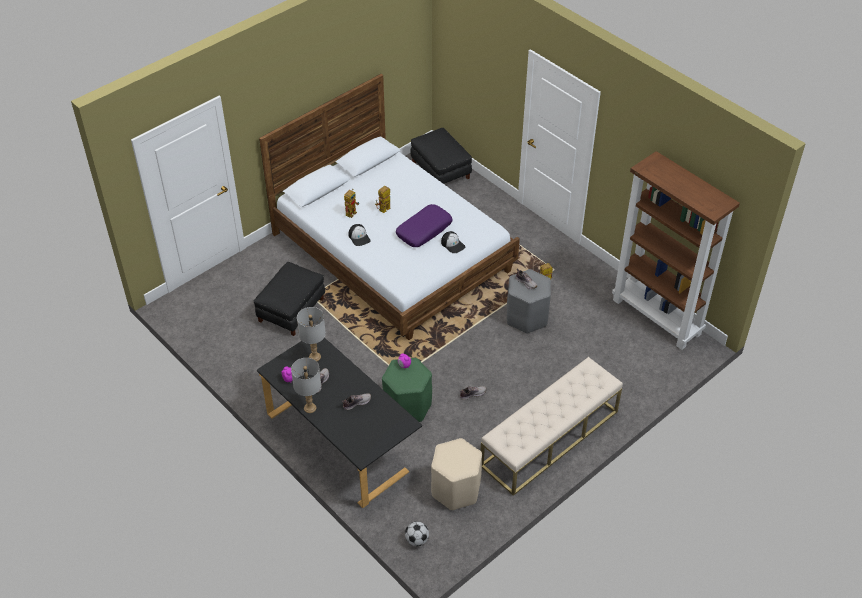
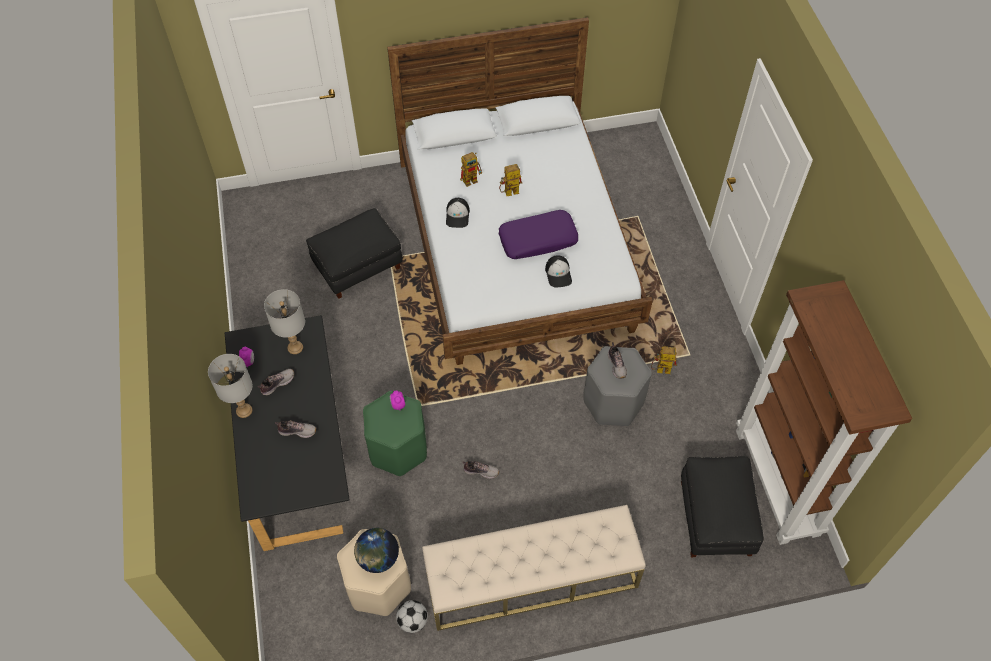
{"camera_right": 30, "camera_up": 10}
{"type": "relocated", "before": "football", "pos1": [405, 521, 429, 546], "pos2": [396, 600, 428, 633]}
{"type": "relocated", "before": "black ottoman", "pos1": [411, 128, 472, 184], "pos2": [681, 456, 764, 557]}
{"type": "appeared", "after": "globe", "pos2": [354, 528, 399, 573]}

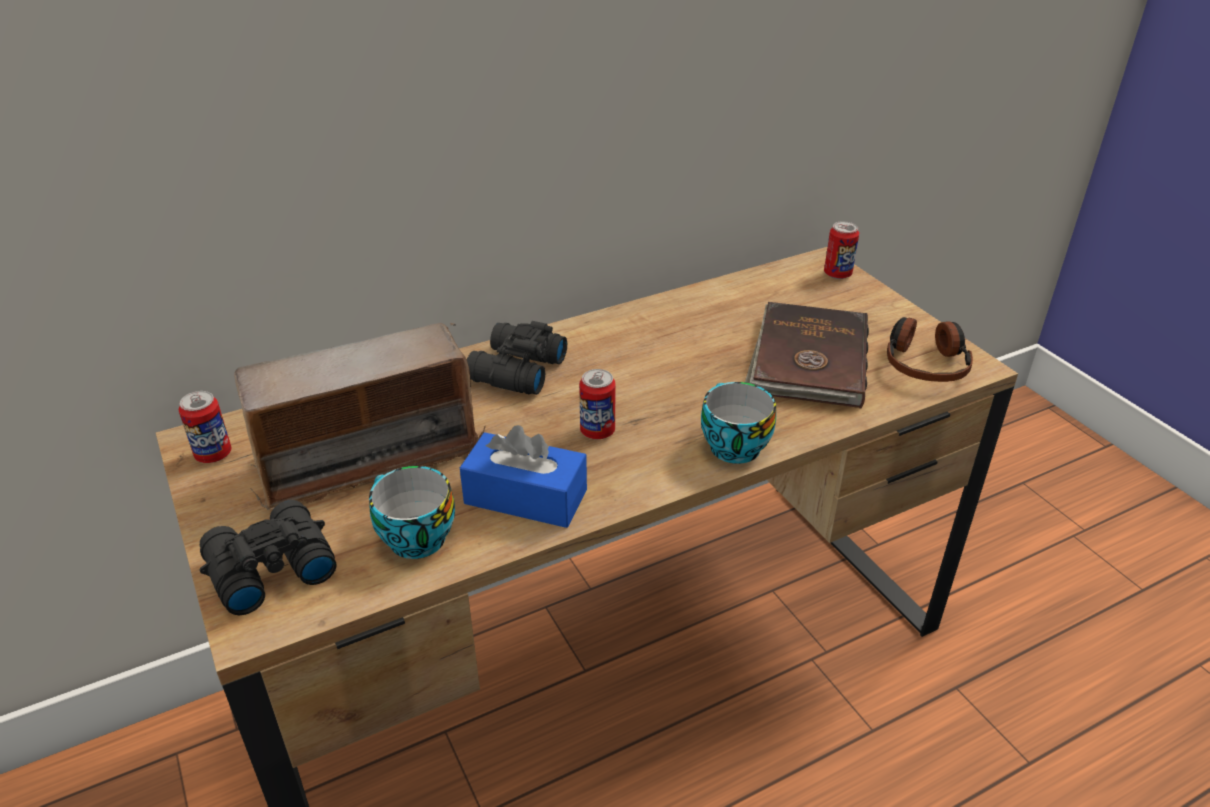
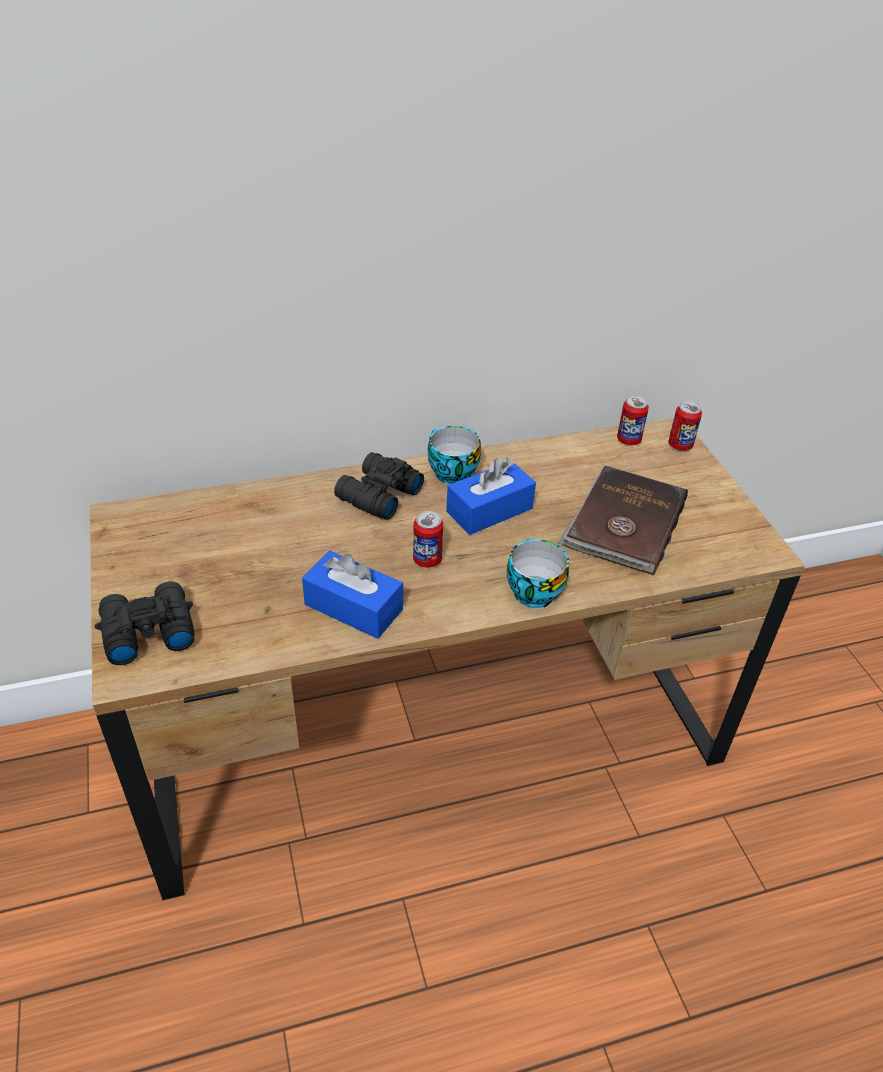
{"camera_right": 10, "camera_up": 5}
{"type": "relocated", "before": "can", "pos1": [179, 391, 231, 463], "pos2": [617, 396, 649, 445]}
{"type": "missing", "before": "radio", "pos1": [234, 323, 486, 510]}
{"type": "relocated", "before": "cup", "pos1": [369, 466, 455, 559], "pos2": [428, 426, 481, 484]}
{"type": "missing", "before": "headphones", "pos1": [887, 317, 973, 382]}
{"type": "appeared", "after": "blue tissue box", "pos2": [446, 457, 536, 535]}

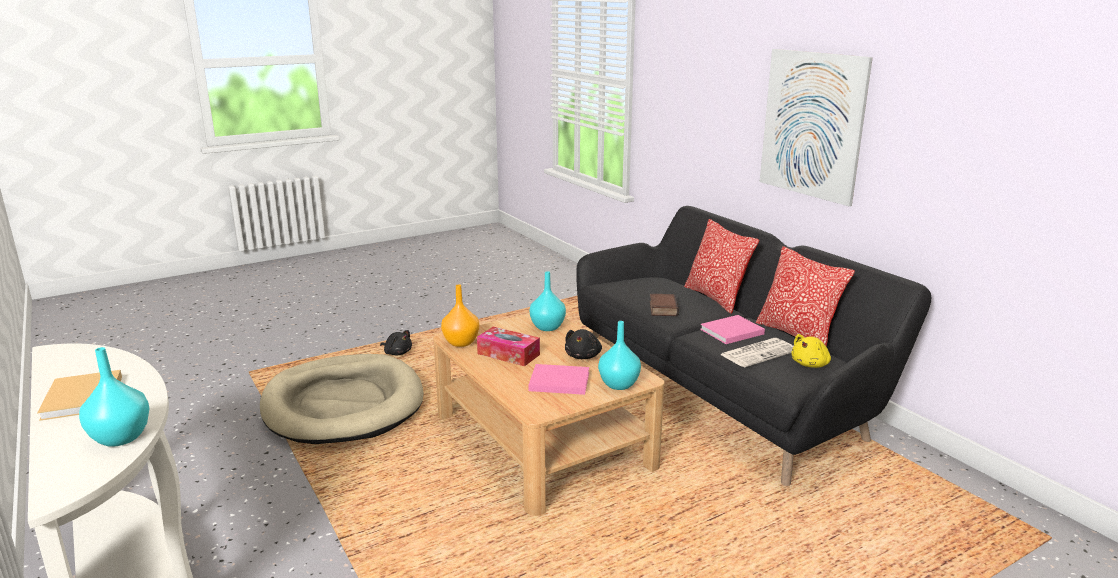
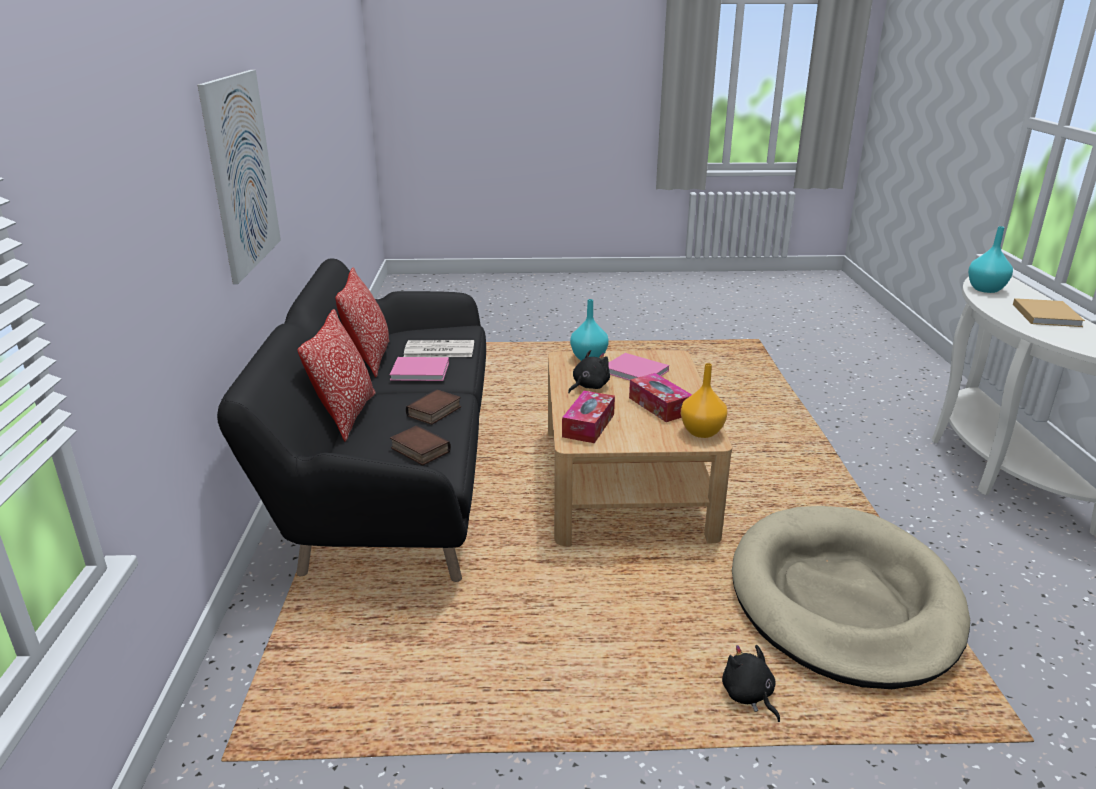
{"camera_right": -150, "camera_up": 5}
{"type": "exchanged", "before": "turquoise vase", "after": "tissue box", "pos1": [530, 271, 566, 331], "pos2": [562, 391, 615, 443]}
{"type": "missing", "before": "yellow plush toy", "pos1": [791, 334, 831, 368]}
{"type": "appeared", "after": "book", "pos2": [390, 425, 451, 465]}

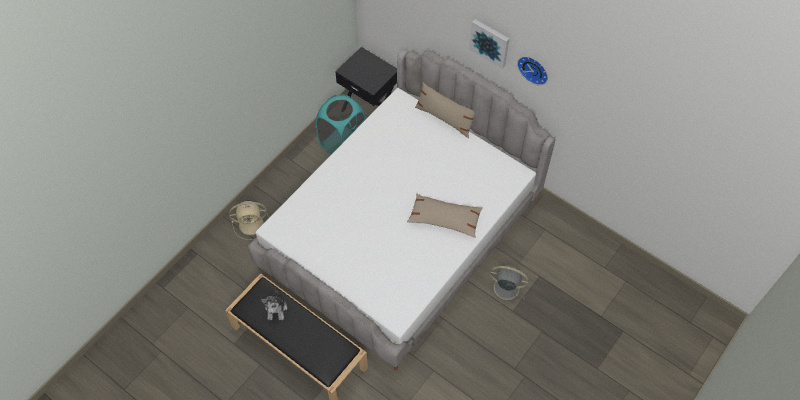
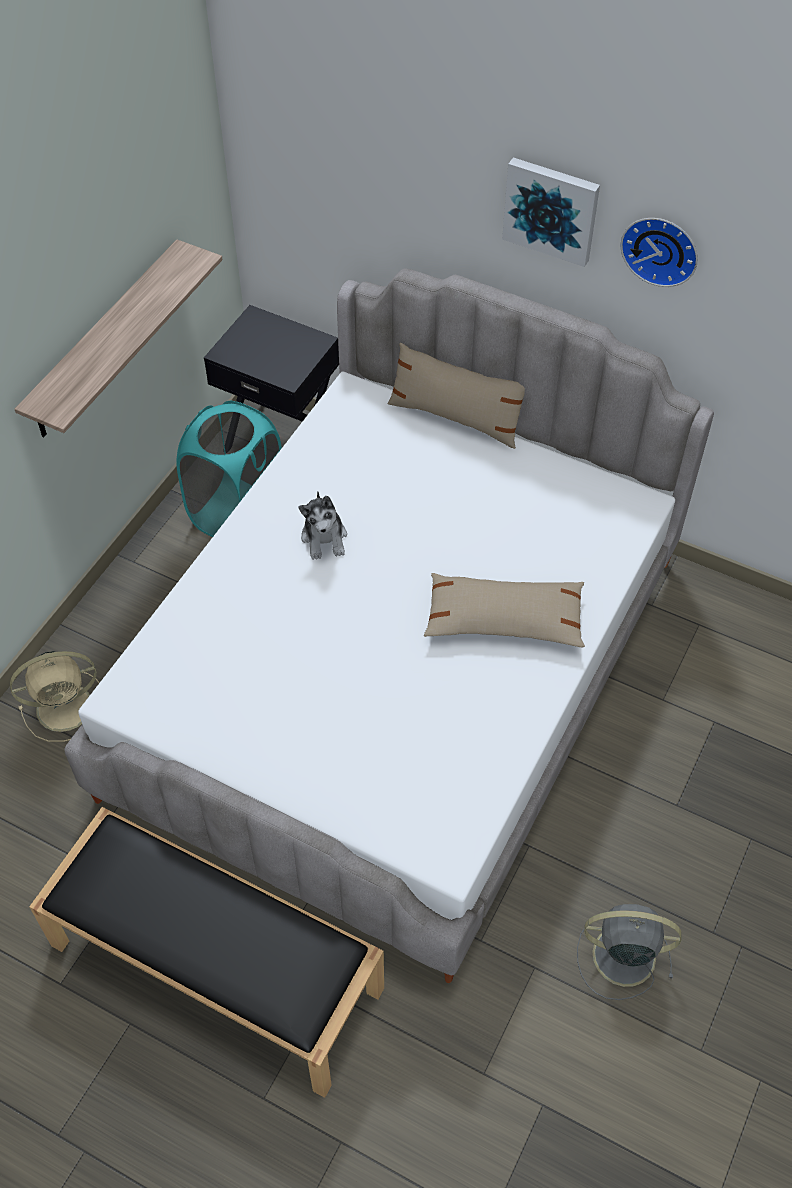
{"camera_right": -10, "camera_up": -5}
{"type": "relocated", "before": "plush toy", "pos1": [261, 287, 287, 320], "pos2": [298, 491, 347, 560]}
{"type": "relocated", "before": "grey fan", "pos1": [487, 265, 529, 304], "pos2": [577, 904, 681, 1000]}
{"type": "appeared", "after": "shelf", "pos2": [15, 240, 223, 437]}

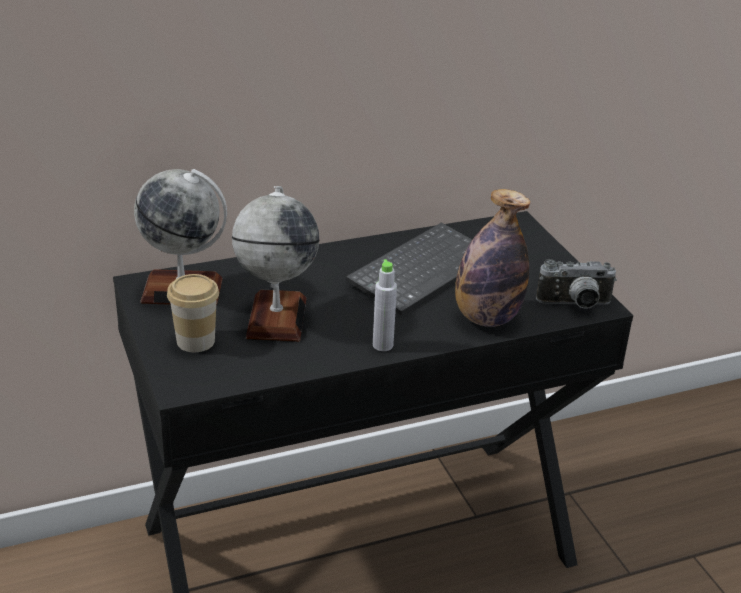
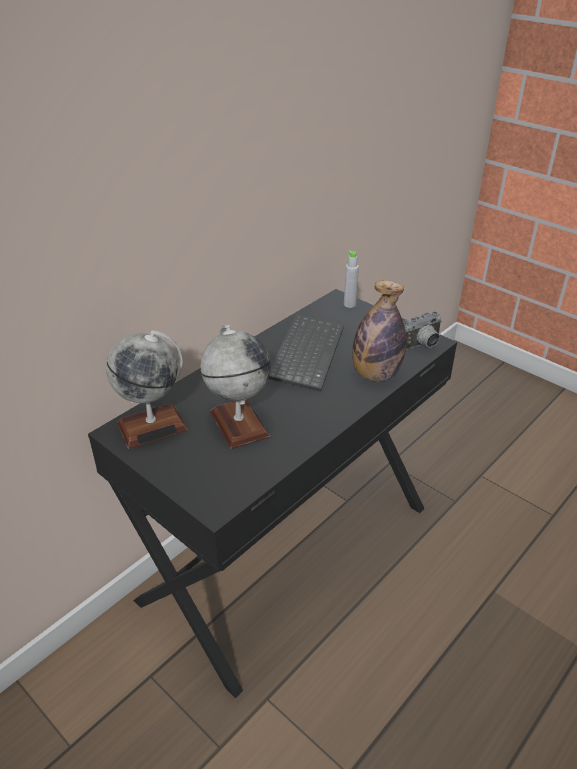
{"camera_right": -25, "camera_up": 5}
{"type": "missing", "before": "cup", "pos1": [167, 274, 219, 352]}
{"type": "relocated", "before": "grey bottle", "pos1": [373, 259, 397, 351], "pos2": [344, 250, 359, 308]}

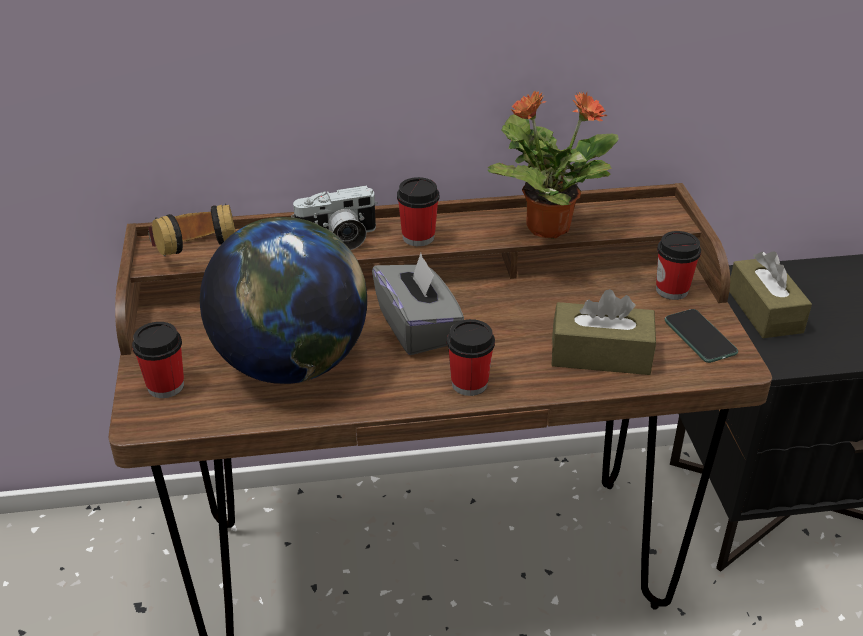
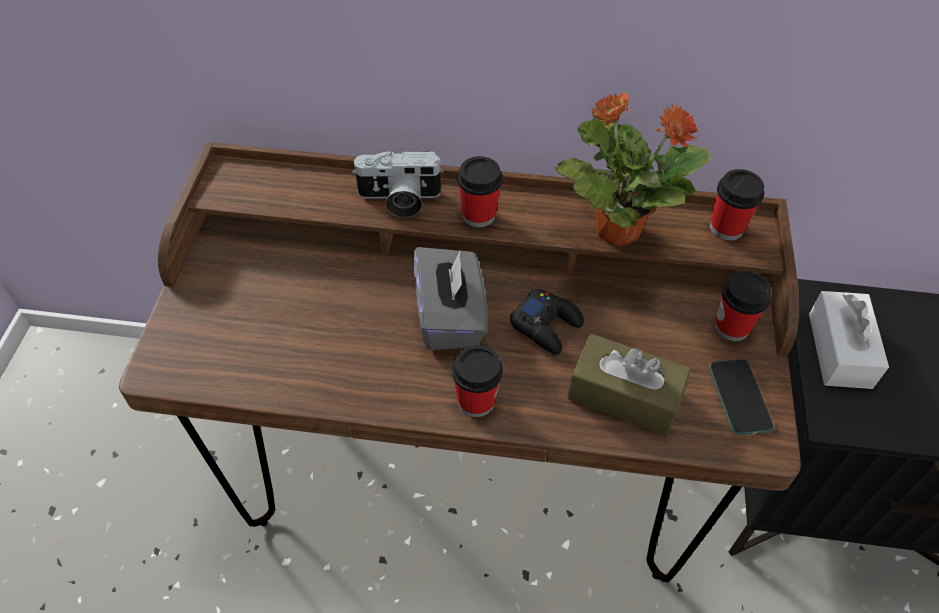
{"camera_right": 15, "camera_up": 15}
{"type": "relocated", "before": "cup", "pos1": [132, 322, 184, 398], "pos2": [710, 169, 764, 240]}
{"type": "missing", "before": "headphones", "pos1": [148, 203, 236, 256]}
{"type": "missing", "before": "globe", "pos1": [200, 217, 367, 384]}
{"type": "colour", "before": "brown tissue box", "after": "white tissue box", "pos1": [729, 251, 812, 338], "pos2": [809, 291, 889, 389]}
{"type": "appeared", "after": "black game controller", "pos2": [510, 289, 584, 354]}

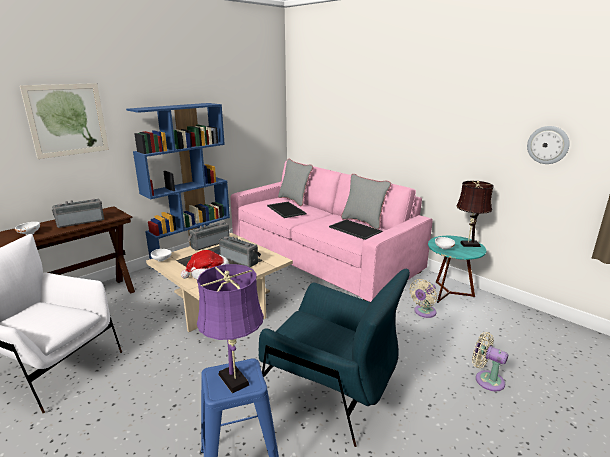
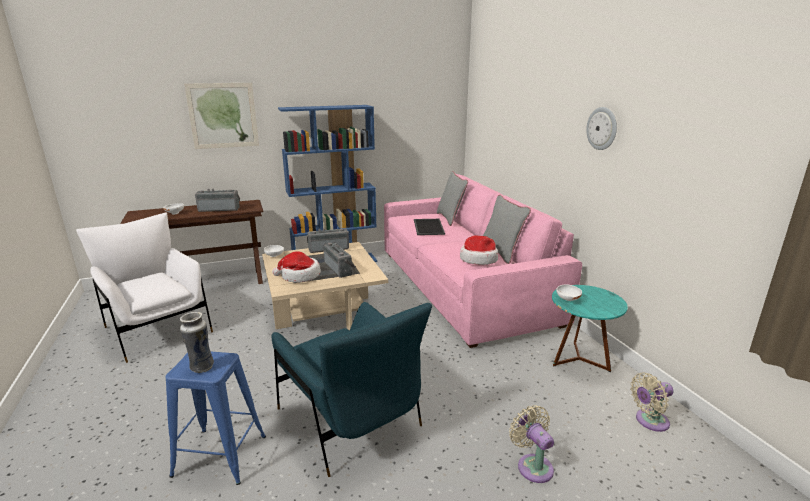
{"camera_right": 25, "camera_up": 0}
{"type": "exchanged", "before": "purple table lamp", "after": "vase", "pos1": [197, 264, 264, 393], "pos2": [180, 312, 214, 373]}
{"type": "exchanged", "before": "tray", "after": "hat", "pos1": [329, 219, 382, 240], "pos2": [460, 235, 498, 265]}
{"type": "relocated", "before": "beige fan", "pos1": [409, 279, 437, 318], "pos2": [630, 372, 673, 432]}
{"type": "missing", "before": "brown table lamp", "pos1": [456, 181, 494, 247]}
{"type": "relocated", "before": "wall clock", "pos1": [527, 126, 569, 164], "pos2": [586, 107, 617, 150]}

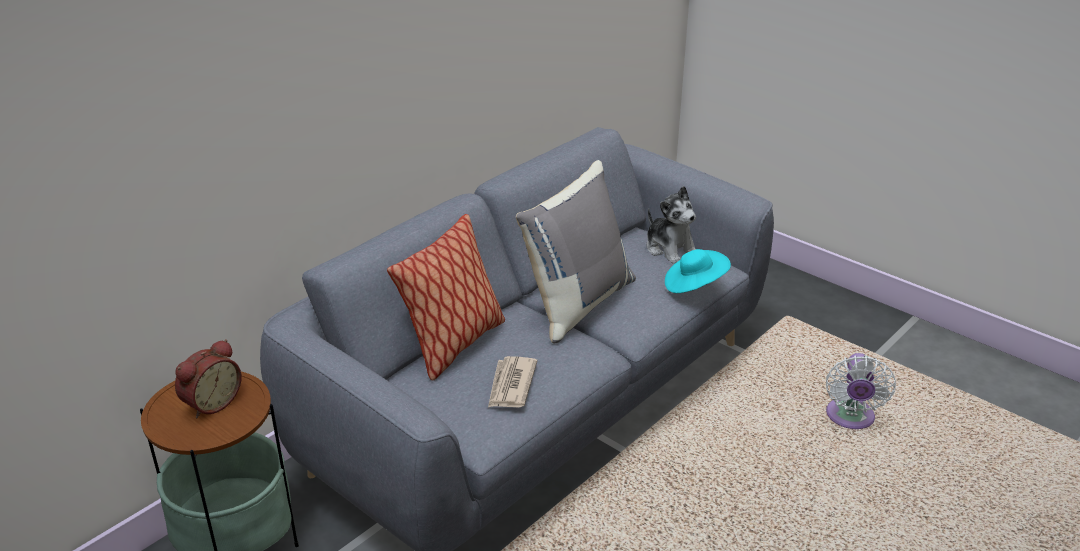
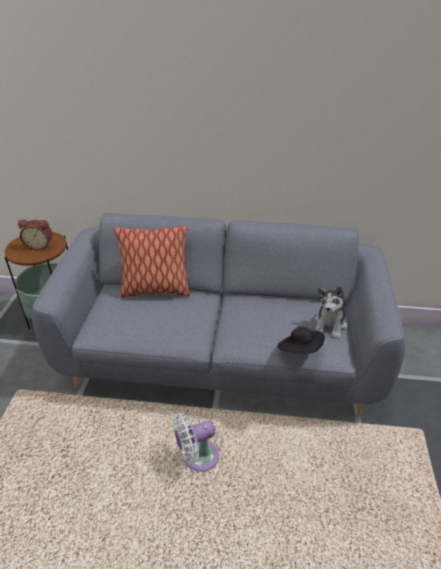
{"camera_right": 55, "camera_up": 5}
{"type": "missing", "before": "newspaper", "pos1": [488, 356, 537, 407]}
{"type": "missing", "before": "grey pillow", "pos1": [516, 160, 636, 344]}
{"type": "colour", "before": "turquoise hat", "after": "black hat", "pos1": [665, 249, 731, 293], "pos2": [277, 327, 325, 354]}
{"type": "relocated", "before": "white fan", "pos1": [826, 353, 896, 429], "pos2": [172, 413, 219, 472]}

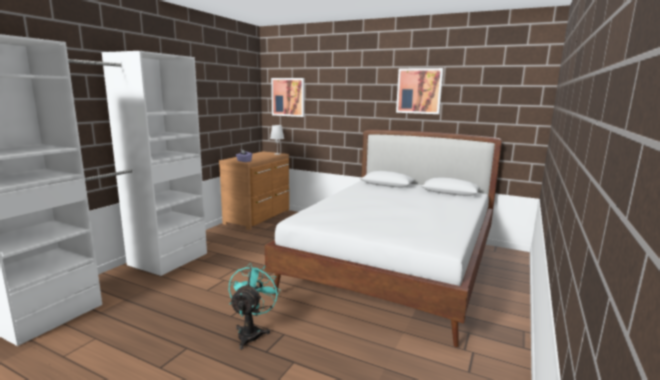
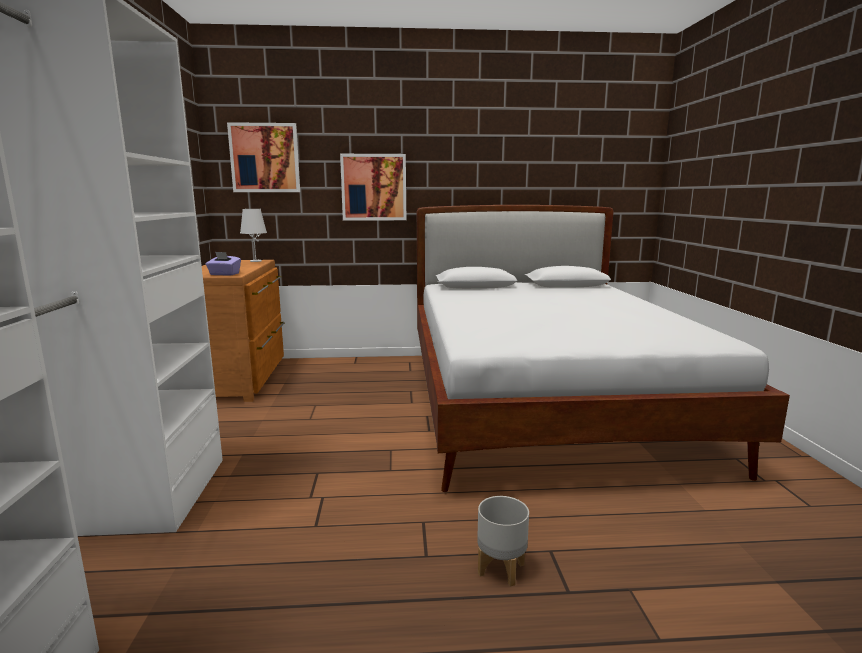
{"camera_right": -30, "camera_up": 0}
{"type": "exchanged", "before": "turquoise fan", "after": "grey planter", "pos1": [229, 263, 281, 350], "pos2": [477, 496, 529, 587]}
{"type": "relocated", "before": "picture", "pos1": [396, 68, 443, 114], "pos2": [340, 154, 406, 221]}

